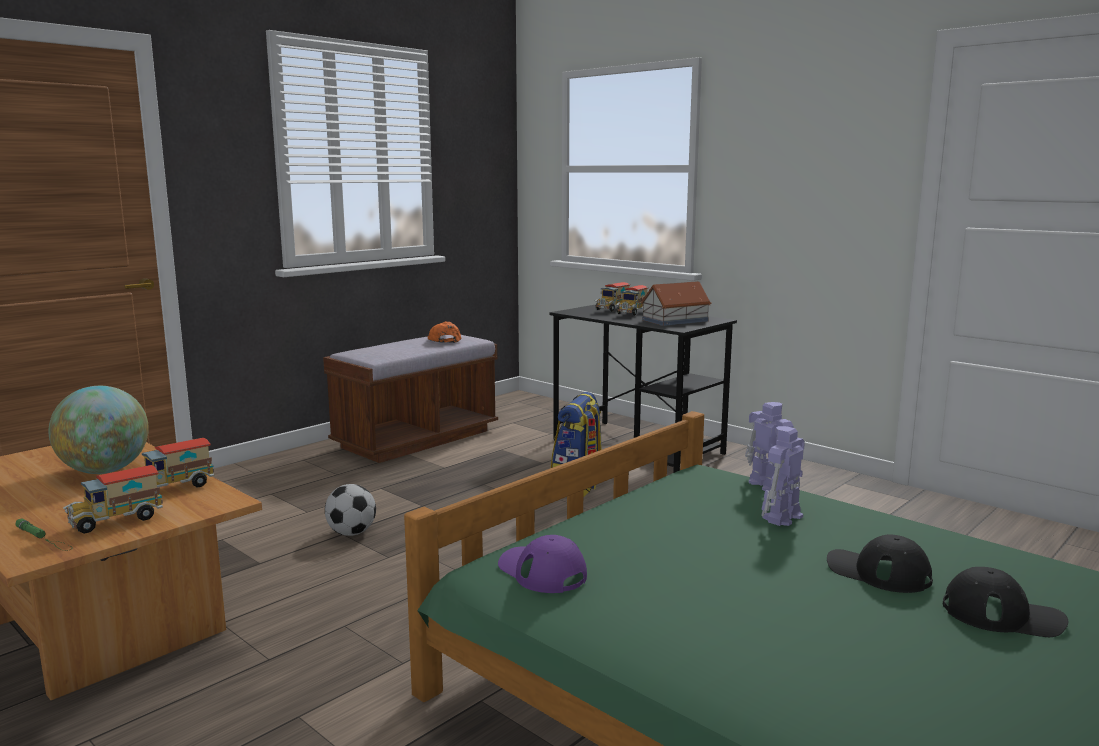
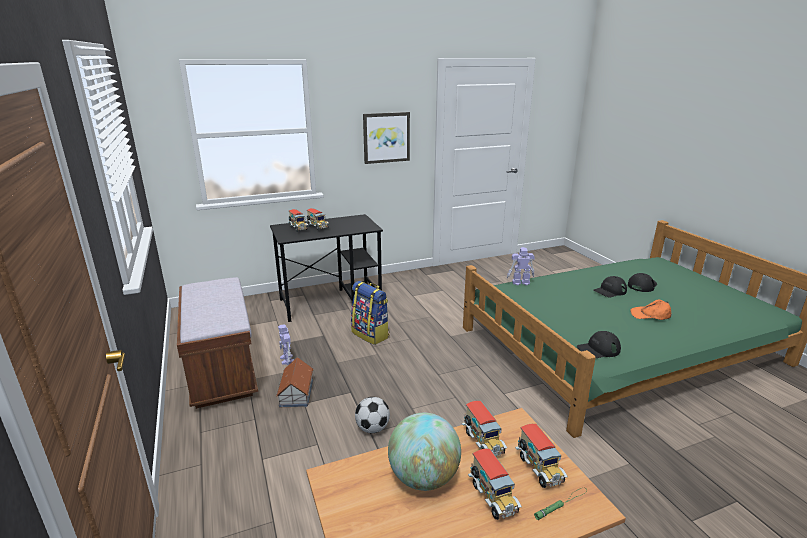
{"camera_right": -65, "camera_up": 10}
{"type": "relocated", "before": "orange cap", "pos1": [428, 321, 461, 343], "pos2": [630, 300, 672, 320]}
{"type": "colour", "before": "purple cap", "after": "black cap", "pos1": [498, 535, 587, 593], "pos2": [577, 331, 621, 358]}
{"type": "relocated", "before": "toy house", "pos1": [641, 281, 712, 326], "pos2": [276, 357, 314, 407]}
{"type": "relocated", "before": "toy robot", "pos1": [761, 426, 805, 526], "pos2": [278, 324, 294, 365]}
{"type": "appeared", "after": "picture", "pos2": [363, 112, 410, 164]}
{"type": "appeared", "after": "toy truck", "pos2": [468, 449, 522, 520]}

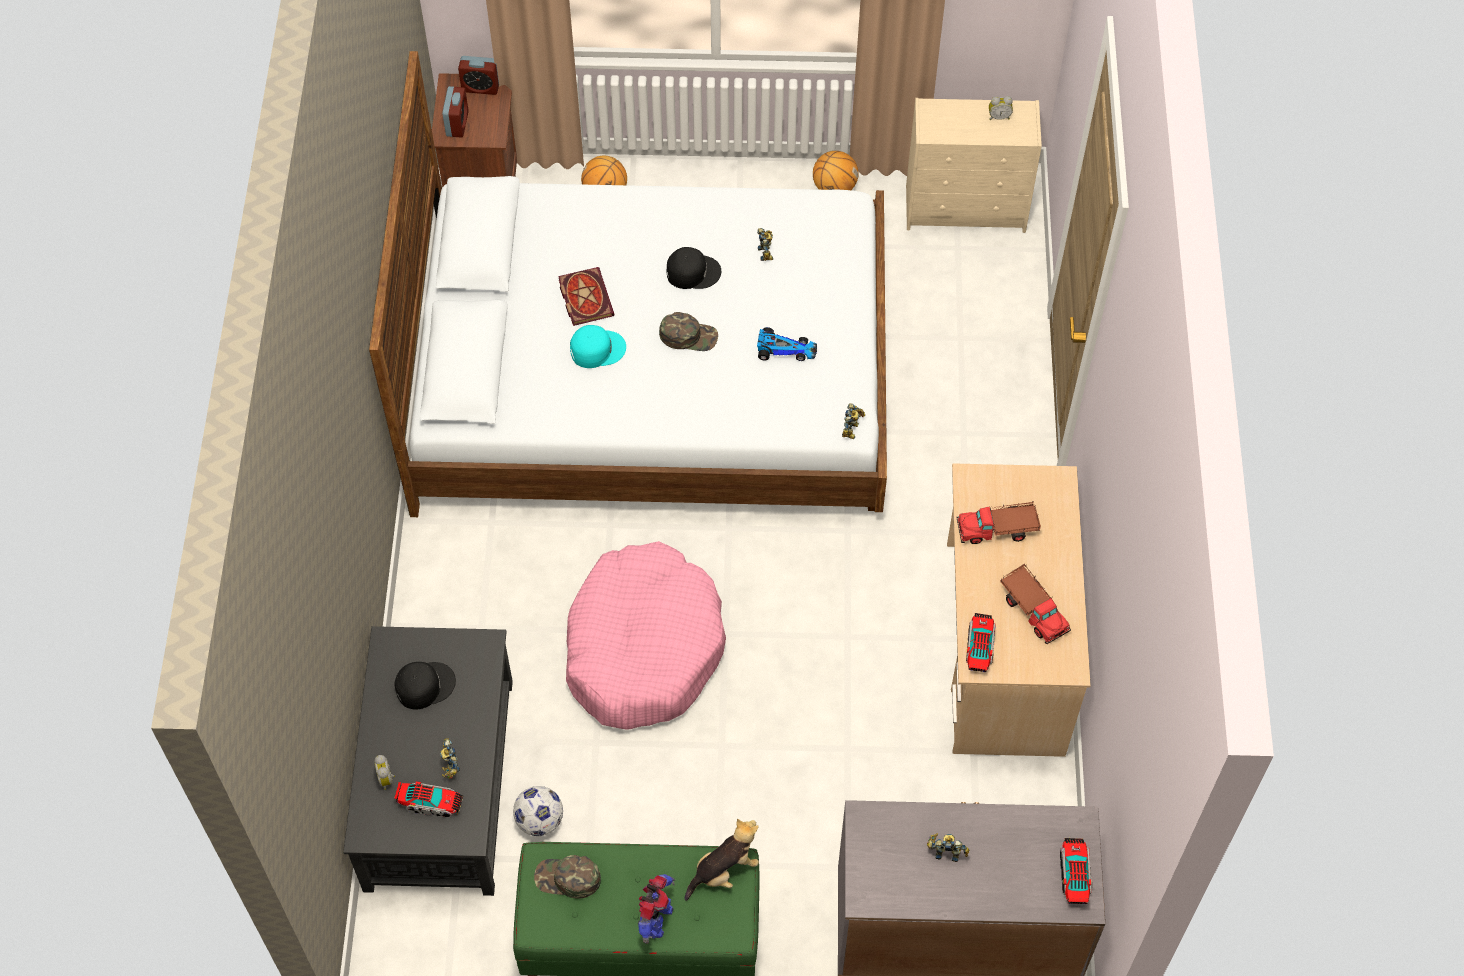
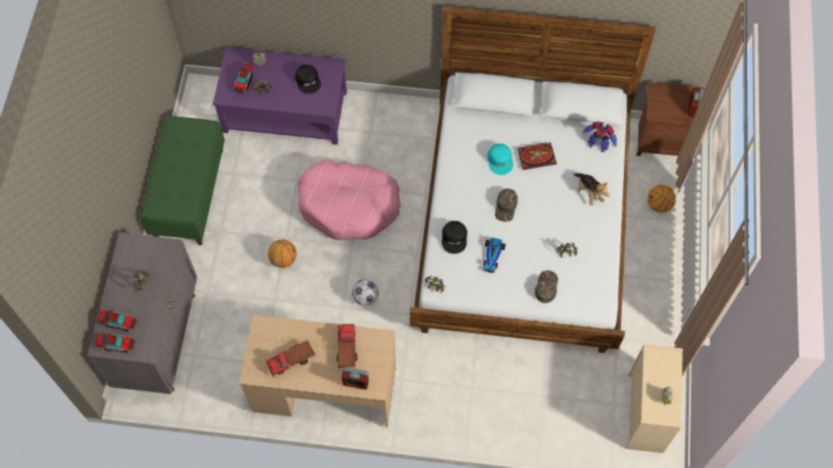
{"camera_right": 95, "camera_up": 5}
{"type": "colour", "before": "black coffee table", "after": "purple coffee table", "pos1": [343, 626, 513, 896], "pos2": [213, 47, 347, 145]}
{"type": "relocated", "before": "alarm clock", "pos1": [442, 86, 469, 138], "pos2": [342, 367, 369, 390]}
{"type": "relocated", "before": "football", "pos1": [513, 786, 563, 836], "pos2": [352, 279, 379, 306]}
{"type": "relocated", "before": "green cap", "pos1": [534, 855, 601, 899], "pos2": [535, 270, 558, 303]}
{"type": "relocated", "before": "toy robot", "pos1": [638, 874, 675, 944], "pos2": [583, 121, 617, 152]}
{"type": "relocated", "before": "black cap", "pos1": [667, 247, 721, 289], "pos2": [442, 221, 467, 254]}
{"type": "relocated", "before": "plush toy", "pos1": [685, 819, 759, 901], "pos2": [573, 173, 610, 206]}
{"type": "relocated", "before": "basketball", "pos1": [813, 151, 859, 190], "pos2": [268, 239, 297, 268]}
{"type": "relocated", "before": "toy truck", "pos1": [966, 613, 996, 672], "pos2": [98, 310, 137, 331]}

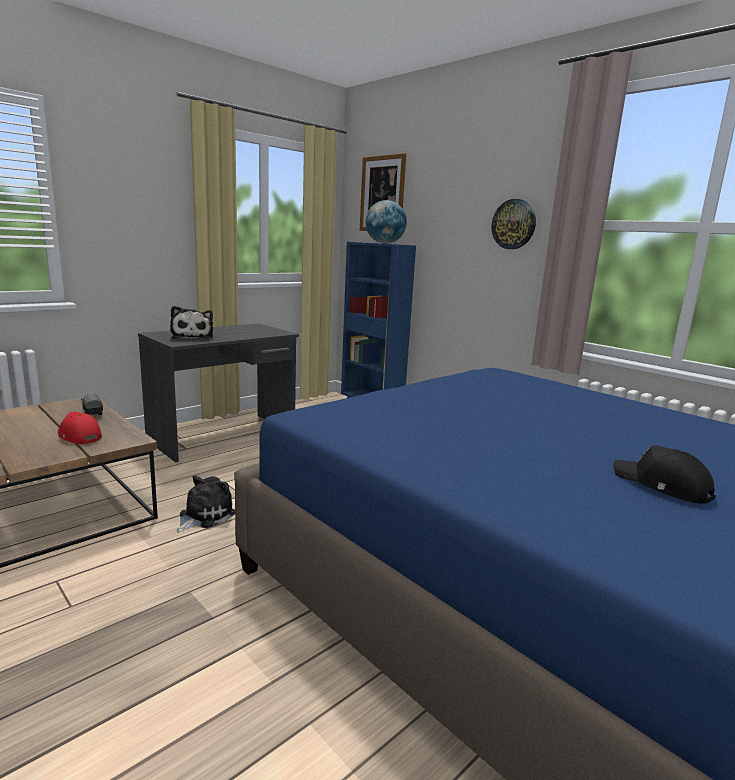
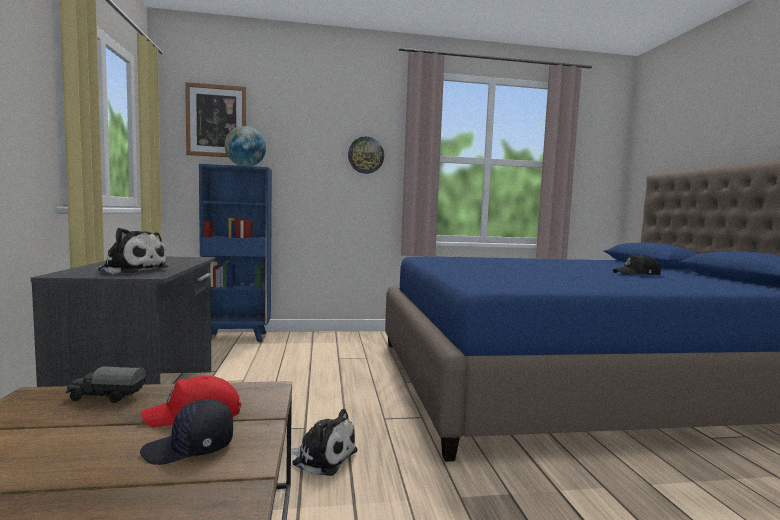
{"camera_right": -55, "camera_up": -10}
{"type": "spun", "before": "plush toy", "pos1": [176, 476, 235, 533], "pos2": [283, 409, 357, 476], "turn": 135}
{"type": "appeared", "after": "black cap", "pos2": [140, 399, 233, 465]}

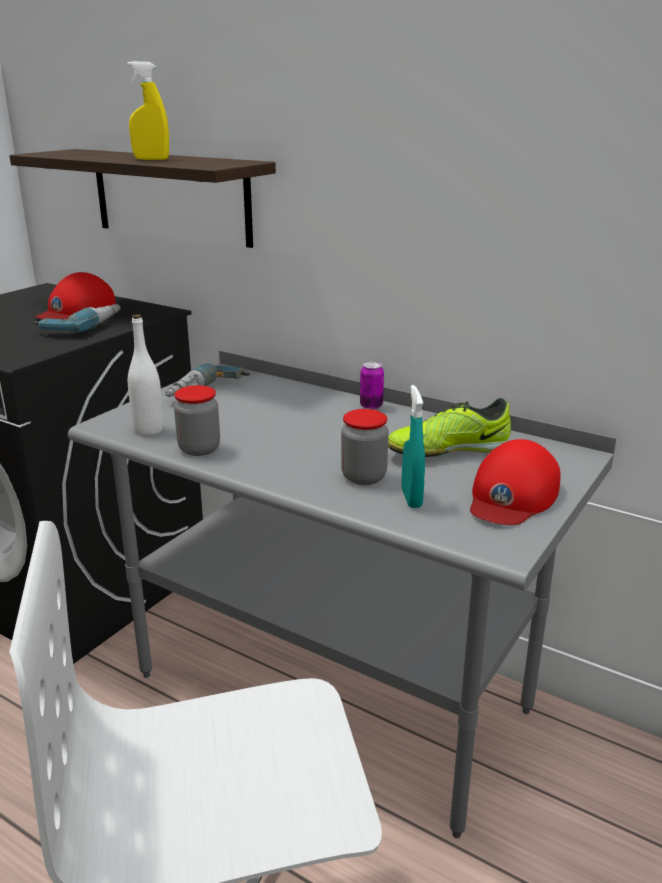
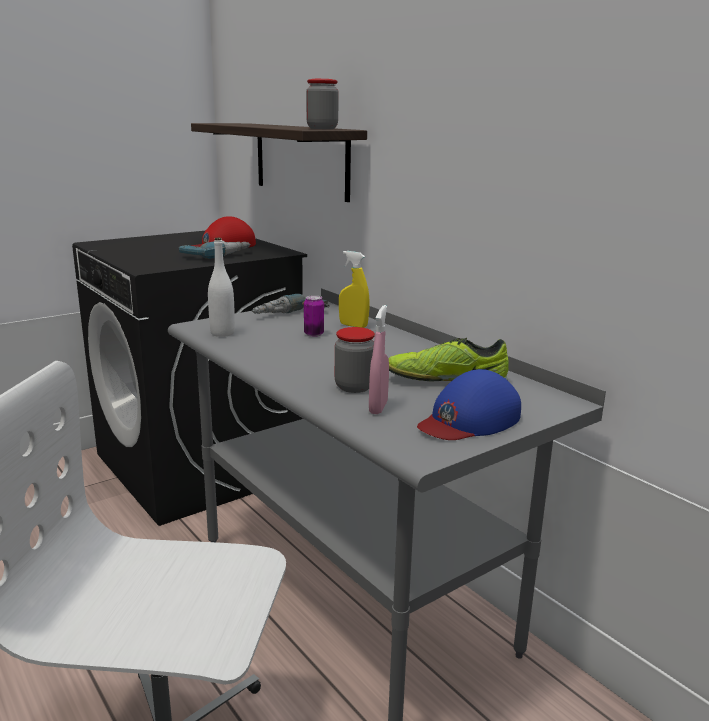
{"camera_right": 20, "camera_up": -5}
{"type": "relocated", "before": "yellow spray bottle", "pos1": [127, 61, 169, 160], "pos2": [339, 251, 370, 328]}
{"type": "relocated", "before": "jar", "pos1": [174, 385, 220, 456], "pos2": [306, 79, 339, 129]}
{"type": "relocated", "before": "can", "pos1": [360, 362, 384, 410], "pos2": [304, 295, 324, 337]}
{"type": "colour", "before": "turquoise spray bottle", "after": "pink spray bottle", "pos1": [402, 385, 425, 508], "pos2": [369, 305, 389, 414]}
{"type": "colour", "before": "red cap", "after": "blue cap", "pos1": [470, 439, 561, 525], "pos2": [417, 369, 521, 440]}

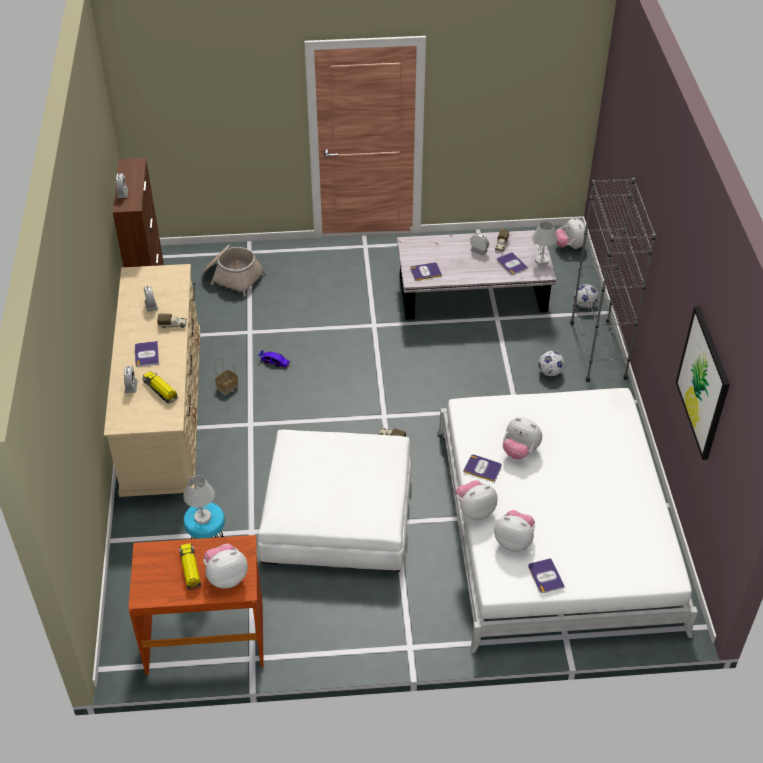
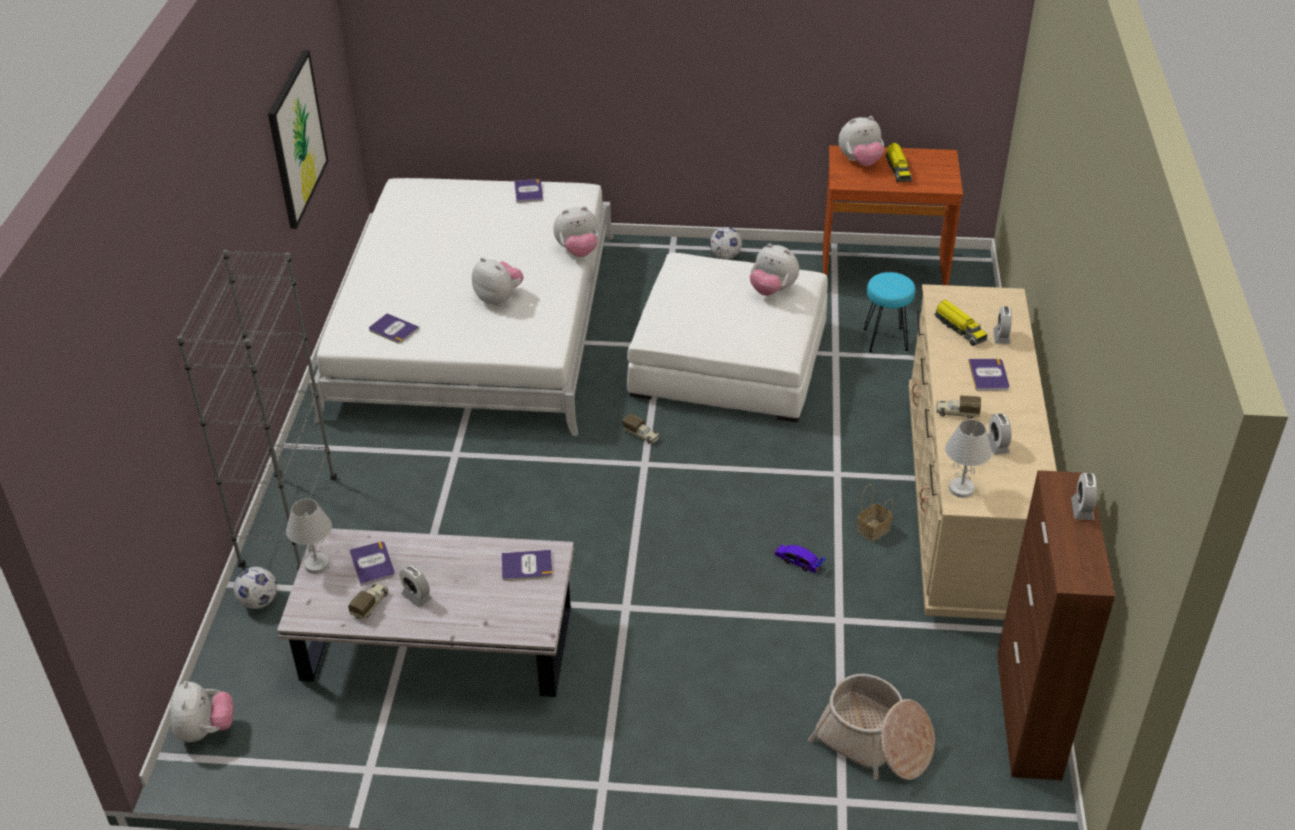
{"camera_right": -170, "camera_up": -5}
{"type": "relocated", "before": "white table lamp", "pos1": [183, 476, 215, 524], "pos2": [945, 419, 992, 498]}
{"type": "relocated", "before": "book", "pos1": [463, 455, 502, 482], "pos2": [369, 313, 419, 344]}
{"type": "relocated", "before": "plush toy", "pos1": [494, 510, 535, 552], "pos2": [750, 243, 799, 296]}
{"type": "relocated", "before": "football", "pos1": [538, 351, 564, 376], "pos2": [710, 227, 742, 259]}

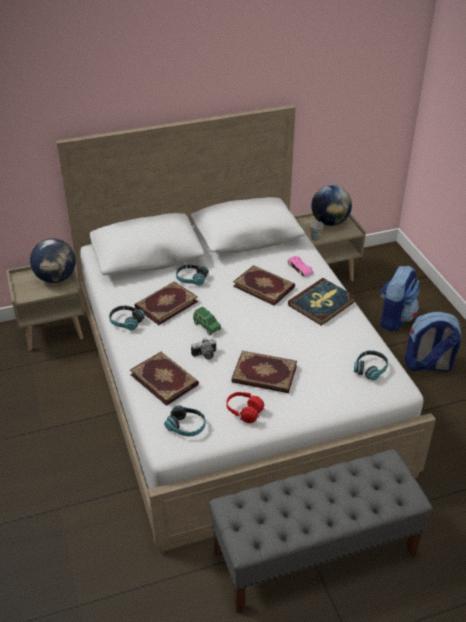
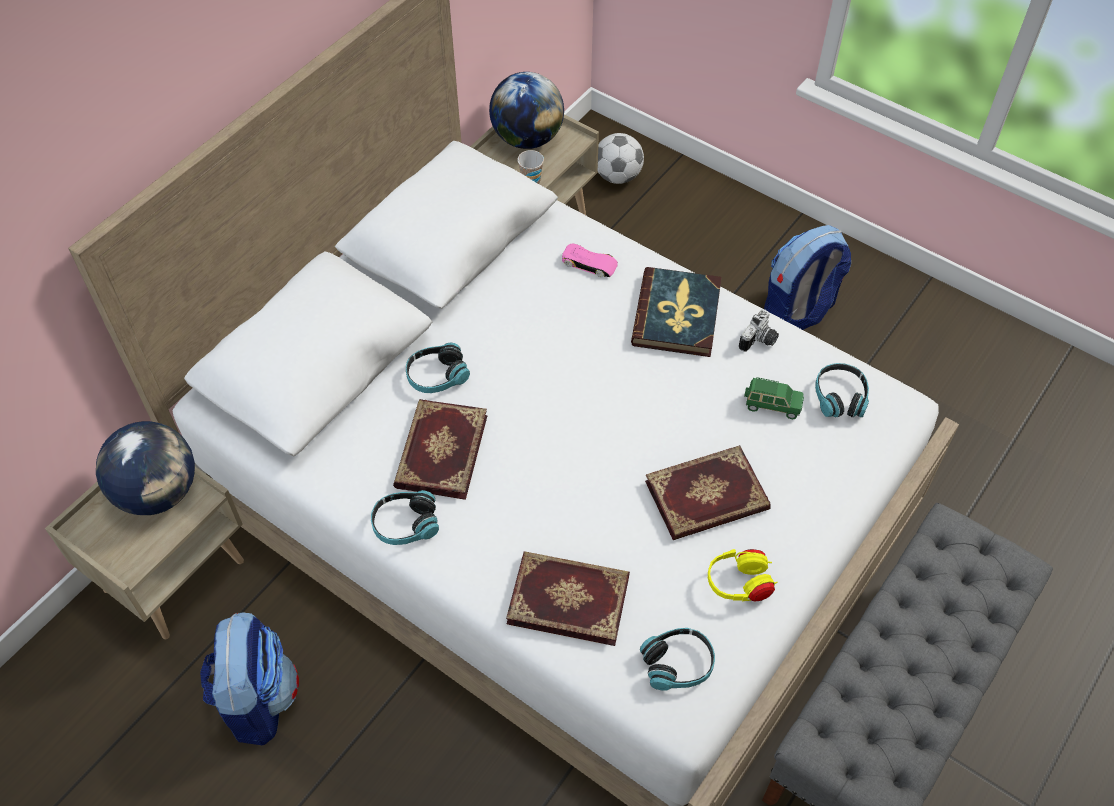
{"camera_right": -35, "camera_up": 15}
{"type": "relocated", "before": "photo camera", "pos1": [191, 338, 216, 360], "pos2": [739, 309, 779, 352]}
{"type": "relocated", "before": "green toy car", "pos1": [193, 306, 221, 335], "pos2": [744, 377, 804, 419]}
{"type": "colour", "before": "red headphones", "after": "yellow headphones", "pos1": [226, 392, 265, 423], "pos2": [708, 549, 778, 602]}
{"type": "missing", "before": "book", "pos1": [233, 265, 295, 306]}
{"type": "relocated", "before": "backpack", "pos1": [379, 266, 420, 332], "pos2": [200, 612, 299, 745]}
{"type": "appeared", "after": "football", "pos2": [598, 133, 644, 184]}

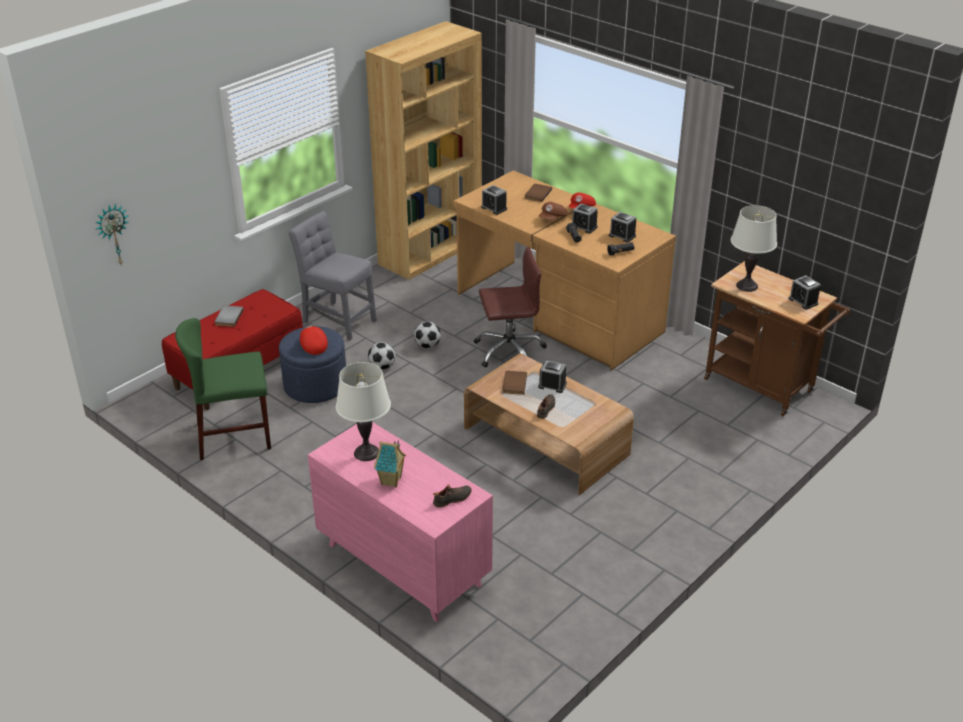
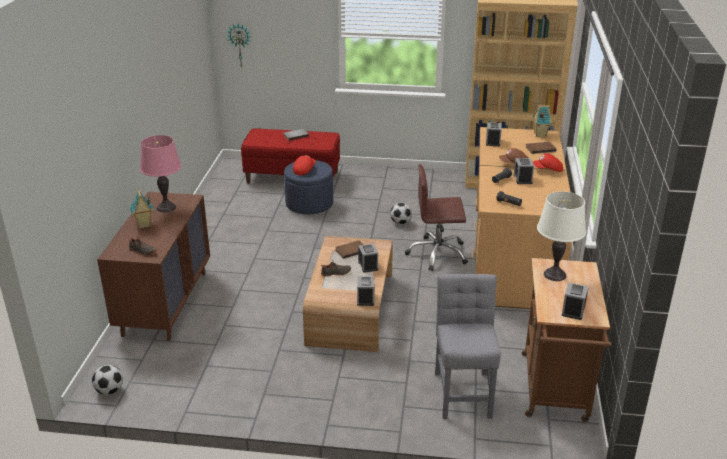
{"camera_right": 55, "camera_up": -5}
{"type": "missing", "before": "green chair", "pos1": [175, 318, 271, 460]}
{"type": "relocated", "before": "grey chair", "pos1": [289, 211, 377, 340], "pos2": [435, 274, 501, 419]}
{"type": "colour", "before": "pink dresser", "after": "brown dresser", "pos1": [308, 422, 493, 622], "pos2": [97, 192, 210, 341]}
{"type": "colour", "before": "white table lamp", "after": "pink table lamp", "pos1": [336, 362, 391, 461], "pos2": [140, 135, 182, 212]}
{"type": "relocated", "before": "football", "pos1": [368, 342, 395, 370], "pos2": [92, 365, 123, 395]}
{"type": "spun", "before": "brown office chair", "pos1": [474, 247, 547, 368], "pos2": [405, 164, 468, 271], "turn": 135}
{"type": "relocated", "before": "alarm clock", "pos1": [609, 212, 636, 243], "pos2": [357, 276, 375, 306]}
{"type": "appeared", "after": "toy house", "pos2": [533, 105, 552, 137]}

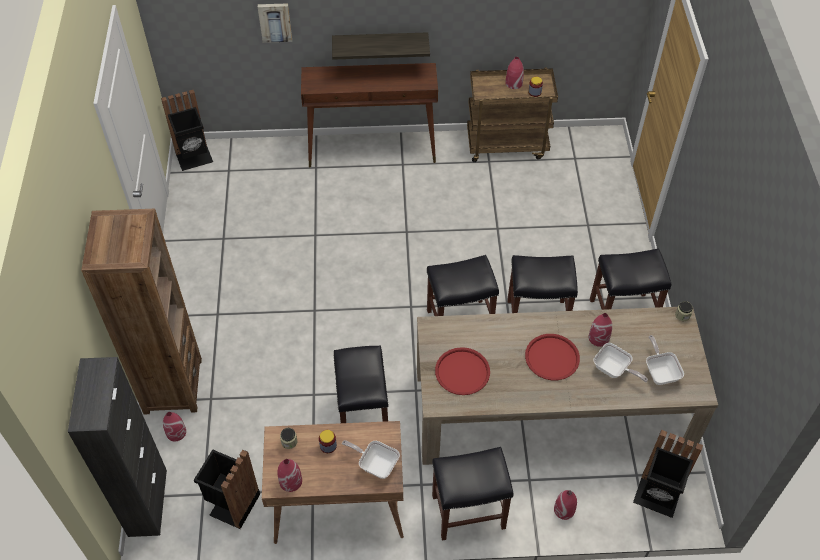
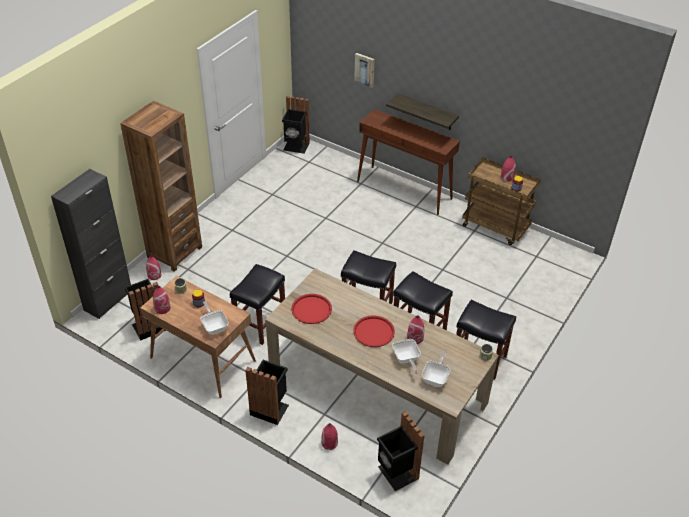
{"camera_right": 35, "camera_up": -10}
{"type": "exchanged", "before": "black stool", "after": "black trash can", "pos1": [432, 447, 514, 540], "pos2": [245, 360, 289, 425]}

